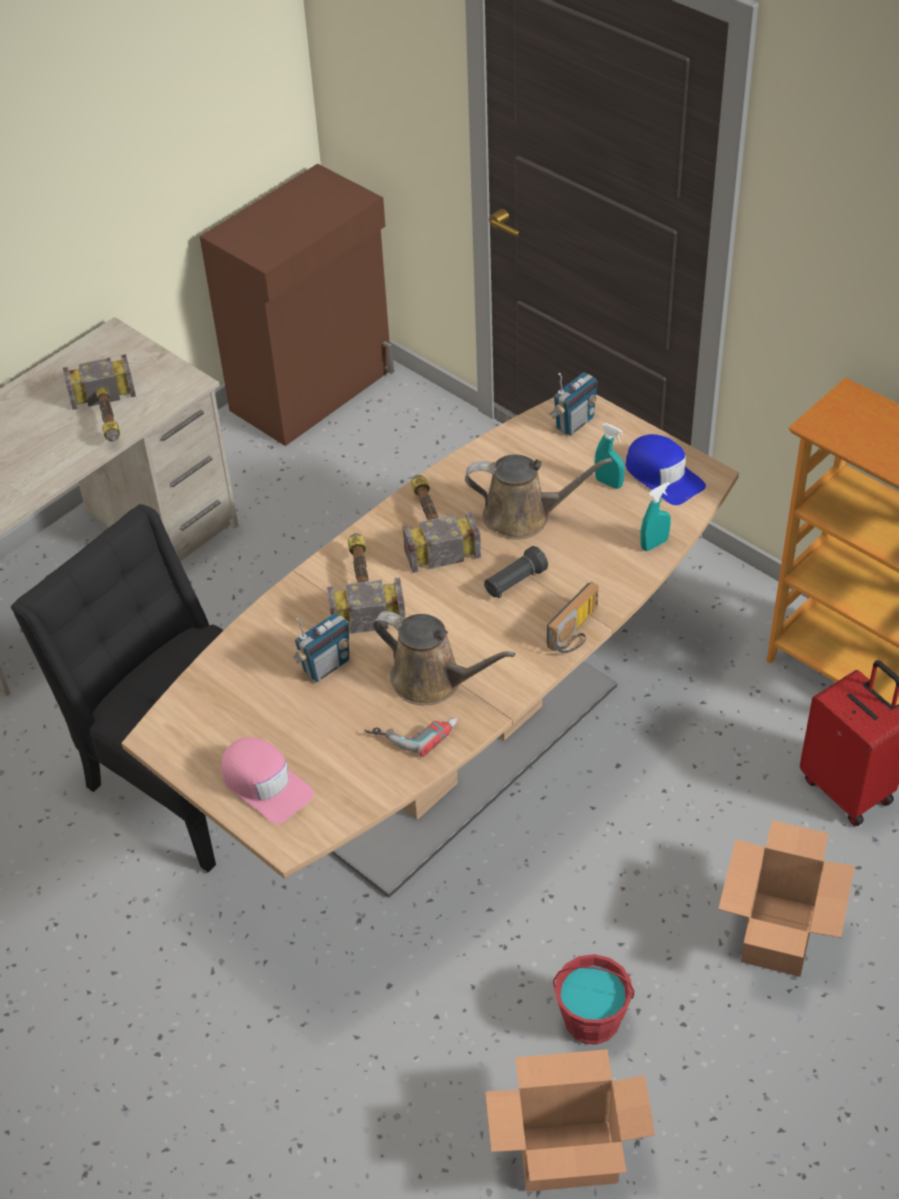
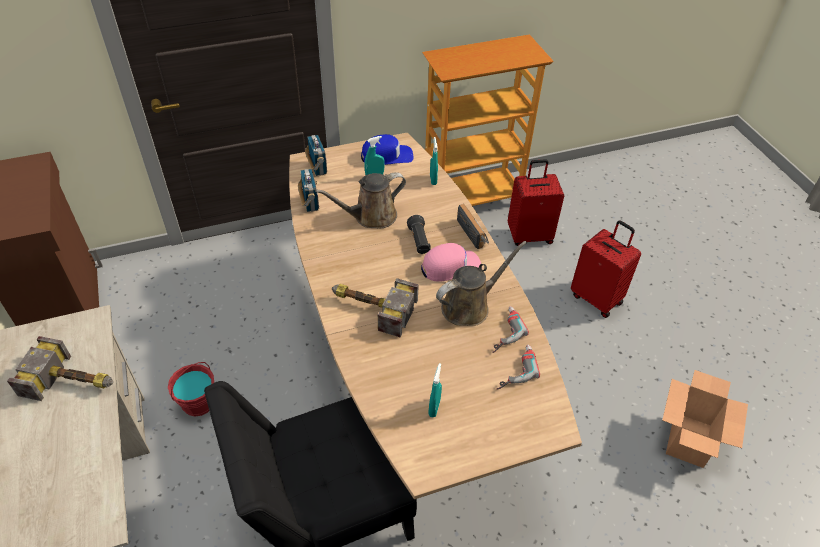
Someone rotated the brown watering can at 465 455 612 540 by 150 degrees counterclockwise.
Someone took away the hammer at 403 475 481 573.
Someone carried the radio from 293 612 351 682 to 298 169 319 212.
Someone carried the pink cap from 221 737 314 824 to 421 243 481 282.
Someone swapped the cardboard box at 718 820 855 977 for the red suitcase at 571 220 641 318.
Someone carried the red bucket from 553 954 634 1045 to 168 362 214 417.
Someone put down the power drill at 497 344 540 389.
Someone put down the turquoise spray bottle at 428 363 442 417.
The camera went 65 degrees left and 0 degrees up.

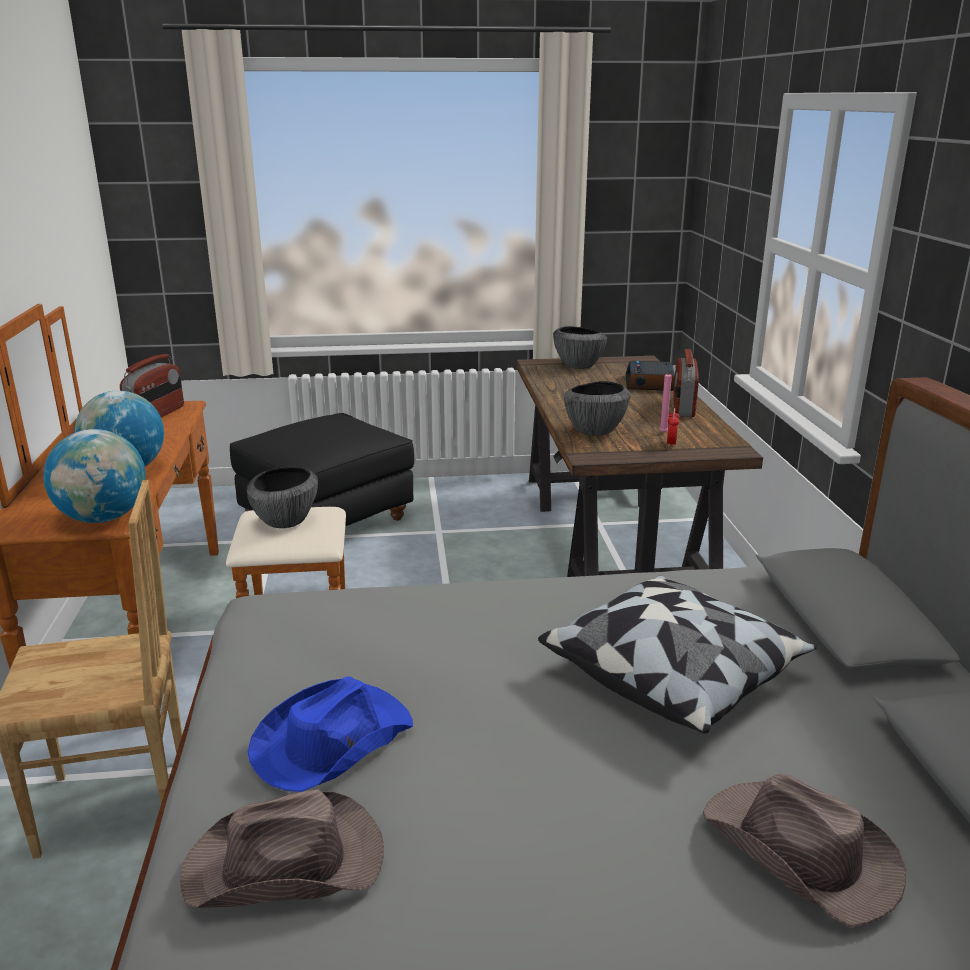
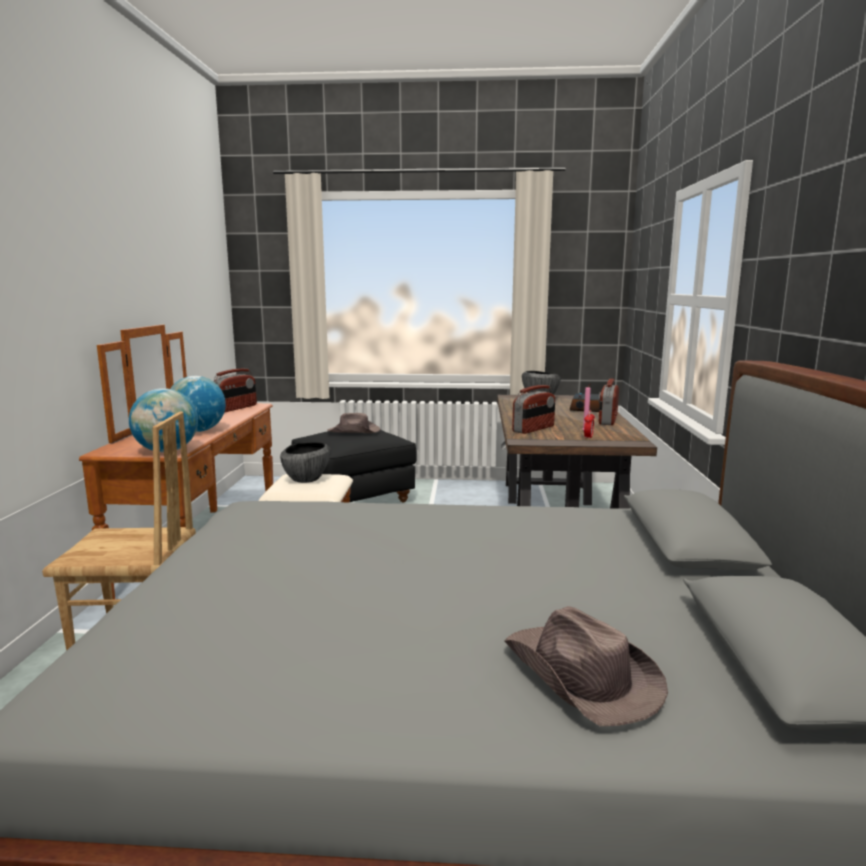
Someone swapped the bowl at 564 381 631 436 for the radio at 512 385 555 434.
Someone took away the pillow at 538 576 817 734.
Someone took away the blue hat at 248 676 413 792.
Someone carried the brown hat from 180 790 384 908 to 327 413 381 433.
The camera went 10 degrees right and 10 degrees down.

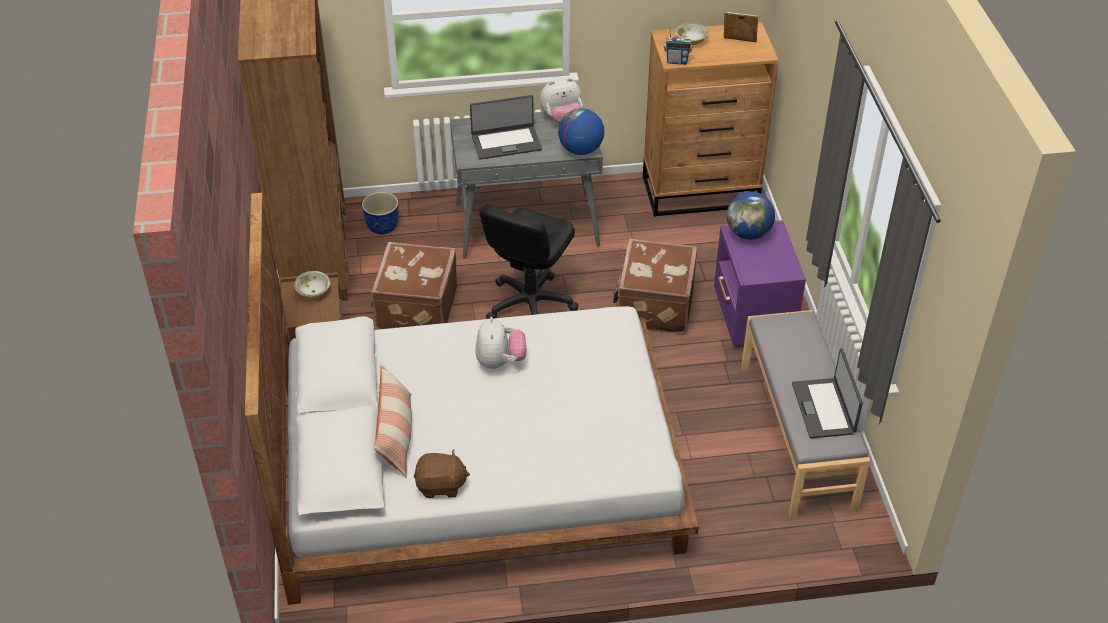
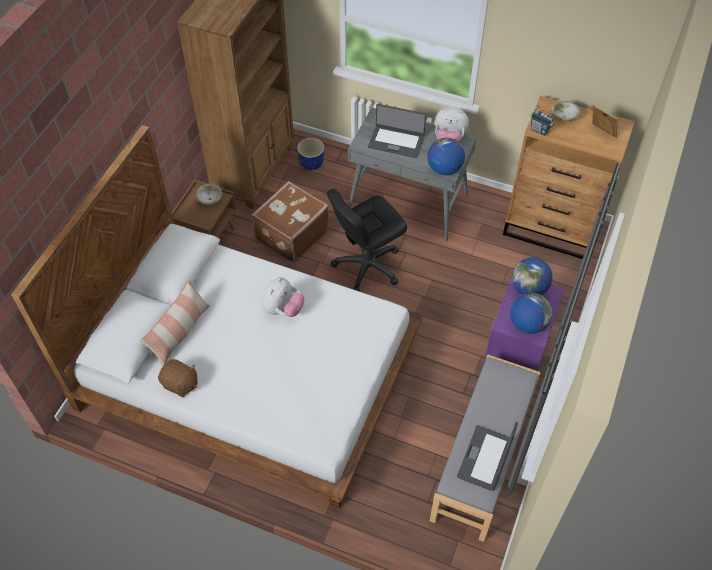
Someone took away the brown suitcase at 613 239 697 334.
Someone put down the globe at 510 293 552 334.
The camera went 30 degrees right and 10 degrees up.

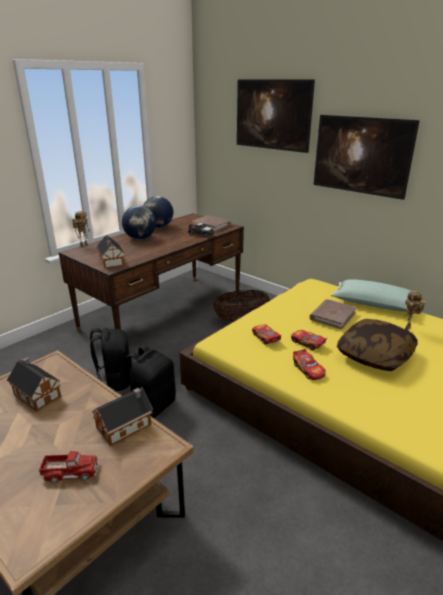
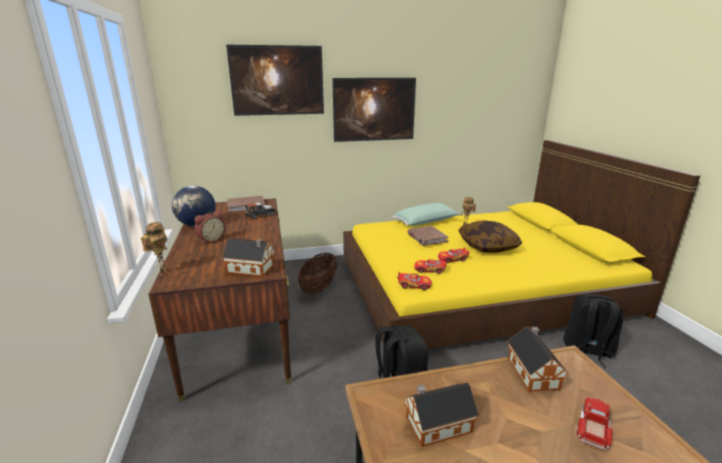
Someone swapped the globe at 122 205 156 240 for the alarm clock at 195 210 226 244.
Someone carried the black backpack from 90 328 130 392 to 563 293 623 368.
Someone carried the toy car from 293 349 326 380 to 397 272 432 290.
The camera went 55 degrees left and 5 degrees down.

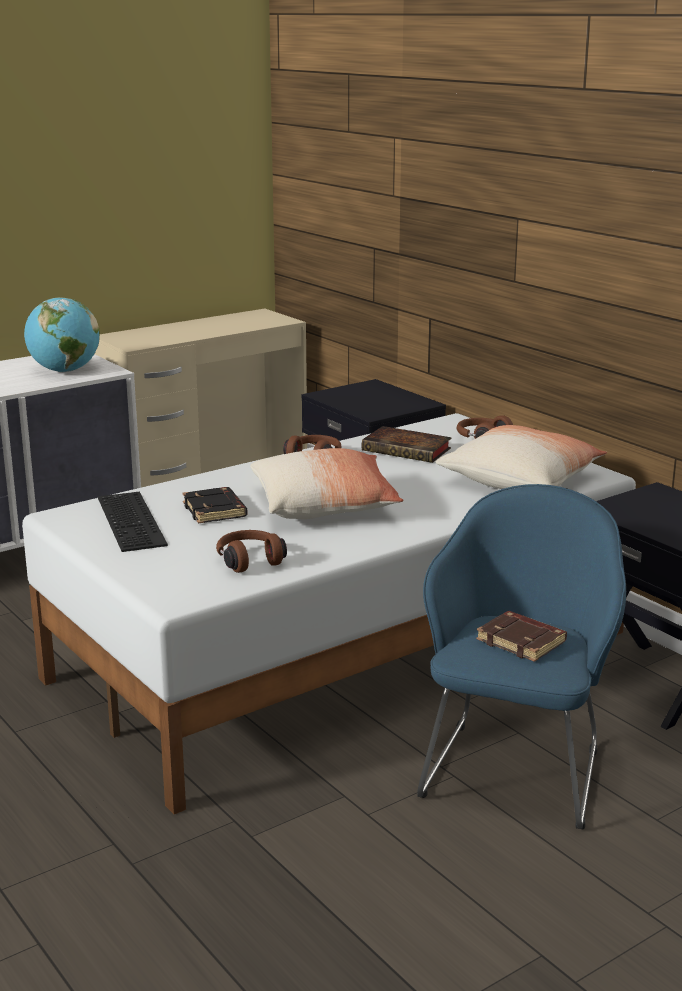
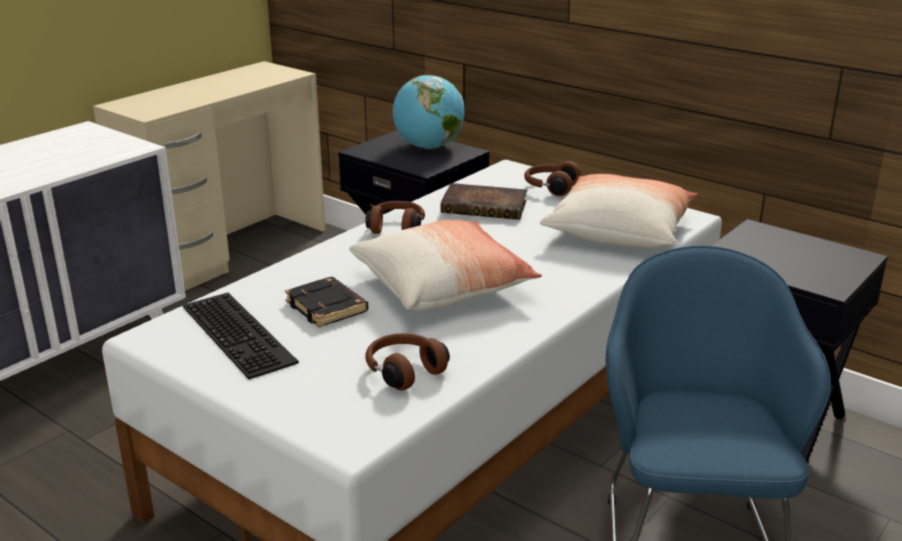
Someone carried the globe from 24 297 100 372 to 393 75 465 149.
Someone took away the brown book at 476 611 567 662.
The camera went 15 degrees left and 5 degrees up.

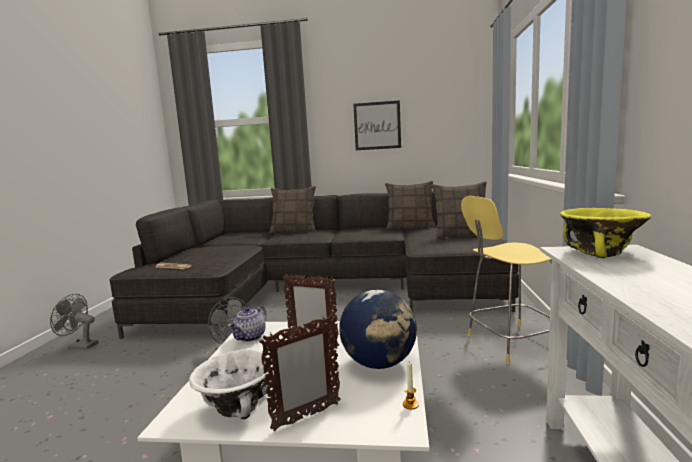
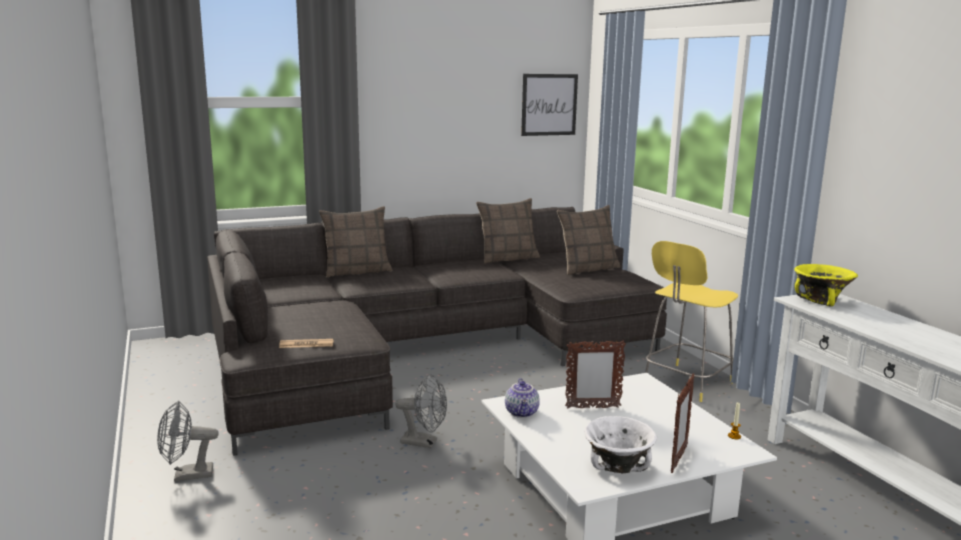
Someone carried the picture from 353 100 401 150 to 521 74 578 136.
Someone took away the globe at 339 290 417 369.
The camera went 30 degrees left and 5 degrees up.

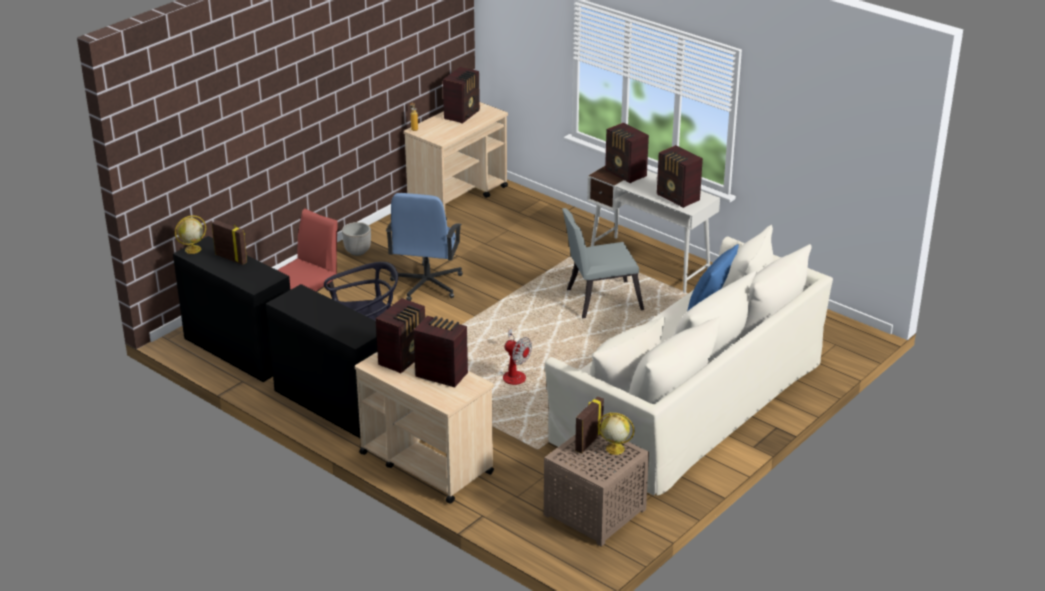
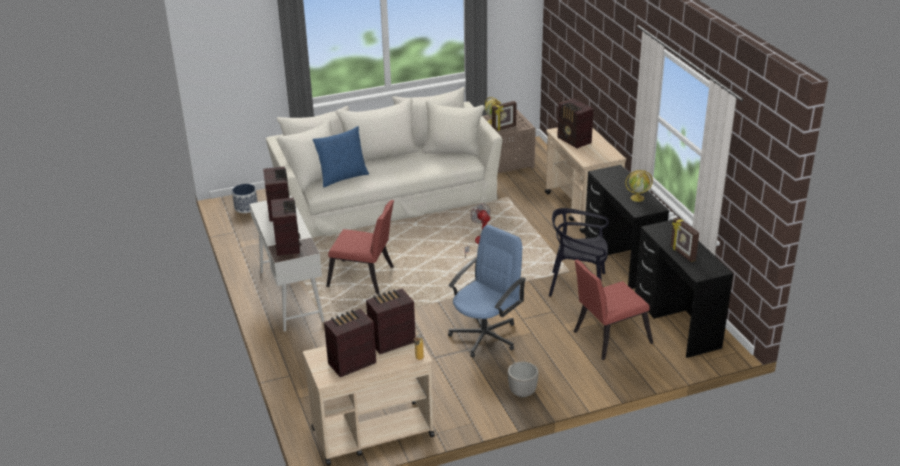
Someone repainted the grey chair at 562 208 644 318, which became the red chair at 326 200 394 294.
Someone carried the globe from 175 215 206 254 to 625 170 653 202.
Someone carried the radio from 376 298 425 373 to 366 288 416 354.
Someone put down the planter at 232 184 257 213.
The camera went 150 degrees left and 0 degrees up.

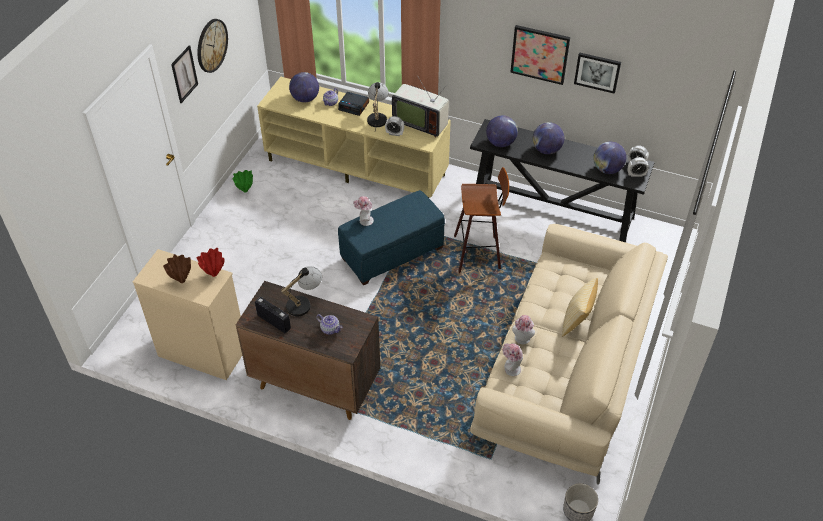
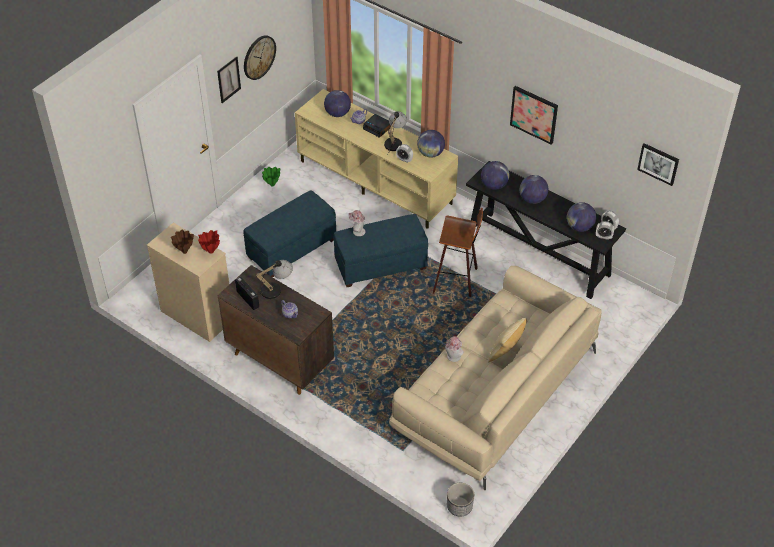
Someone carried the picture from 574 52 621 94 to 637 143 679 186.
Someone swapped the television at 392 75 449 137 for the globe at 417 130 445 158.
Someone took away the hat at 502 343 523 376.
Someone put down the blue ottoman at 244 191 336 277.
The camera went 15 degrees right and 0 degrees up.

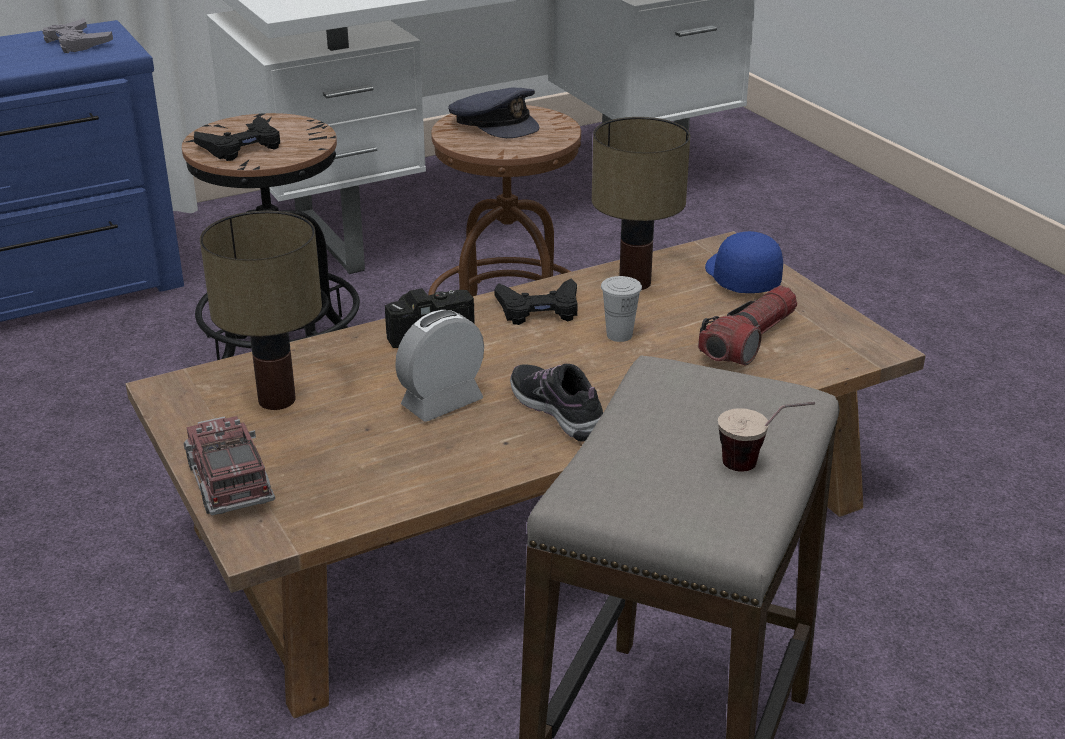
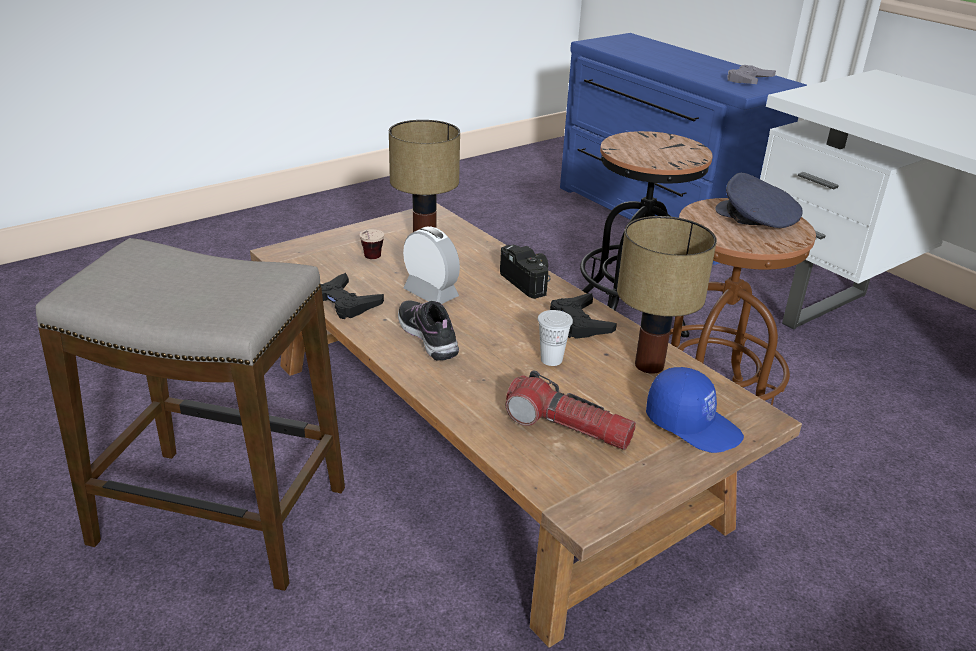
Someone rotated the grey cap at 448 88 539 138 by 105 degrees clockwise.
Someone carried the black game controller from 194 116 280 161 to 321 273 384 319.
Someone rotated the blue cap at 705 231 783 293 by 60 degrees clockwise.
Someone rotated the shoe at 510 364 603 442 by 75 degrees counterclockwise.
Someone carried the cup from 718 402 815 472 to 360 229 384 259.
Someone took away the toy truck at 183 416 275 515.
The camera went 80 degrees right and 0 degrees up.

